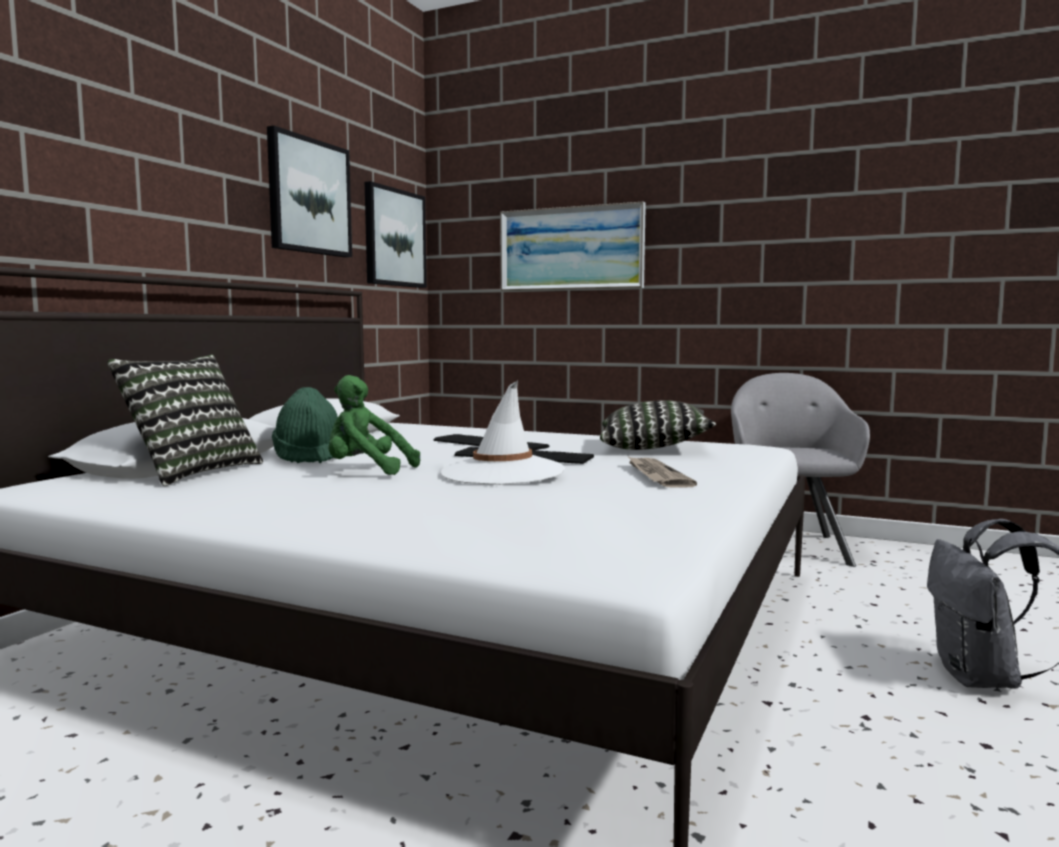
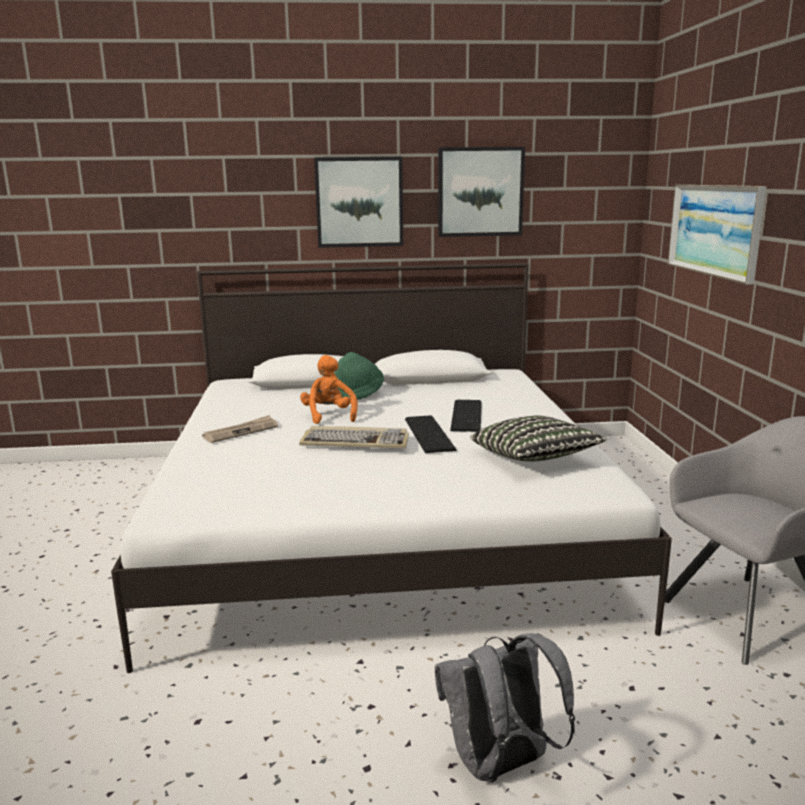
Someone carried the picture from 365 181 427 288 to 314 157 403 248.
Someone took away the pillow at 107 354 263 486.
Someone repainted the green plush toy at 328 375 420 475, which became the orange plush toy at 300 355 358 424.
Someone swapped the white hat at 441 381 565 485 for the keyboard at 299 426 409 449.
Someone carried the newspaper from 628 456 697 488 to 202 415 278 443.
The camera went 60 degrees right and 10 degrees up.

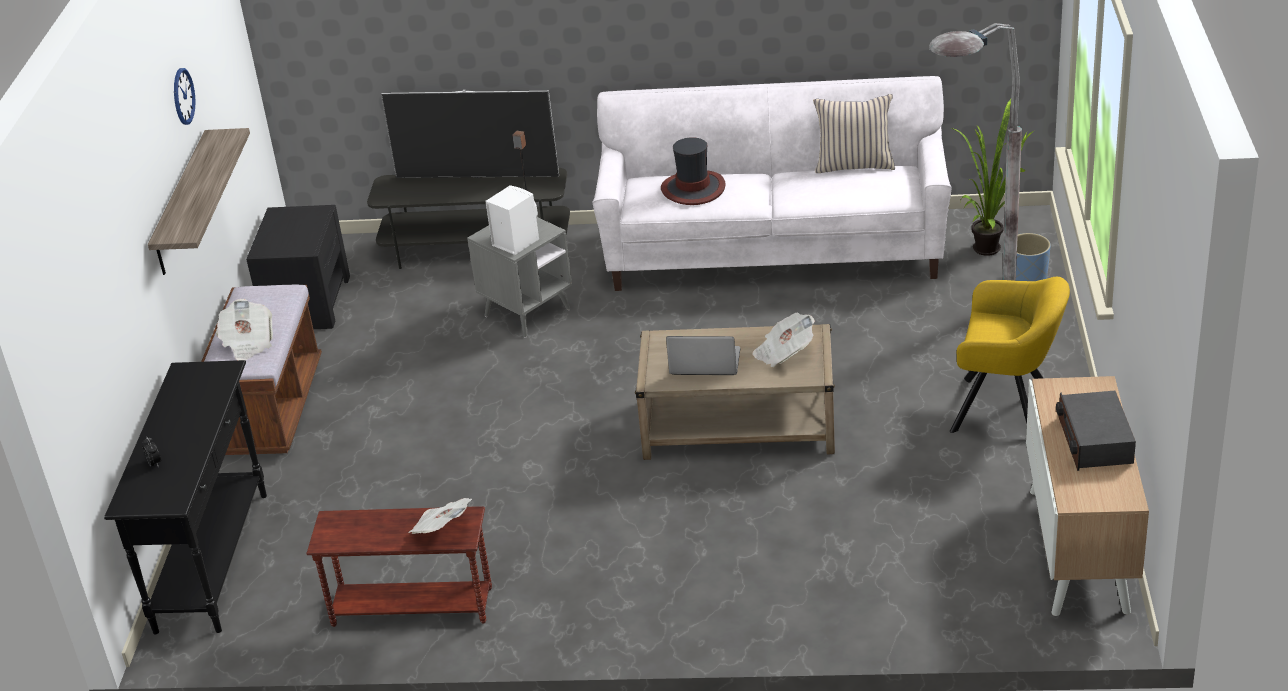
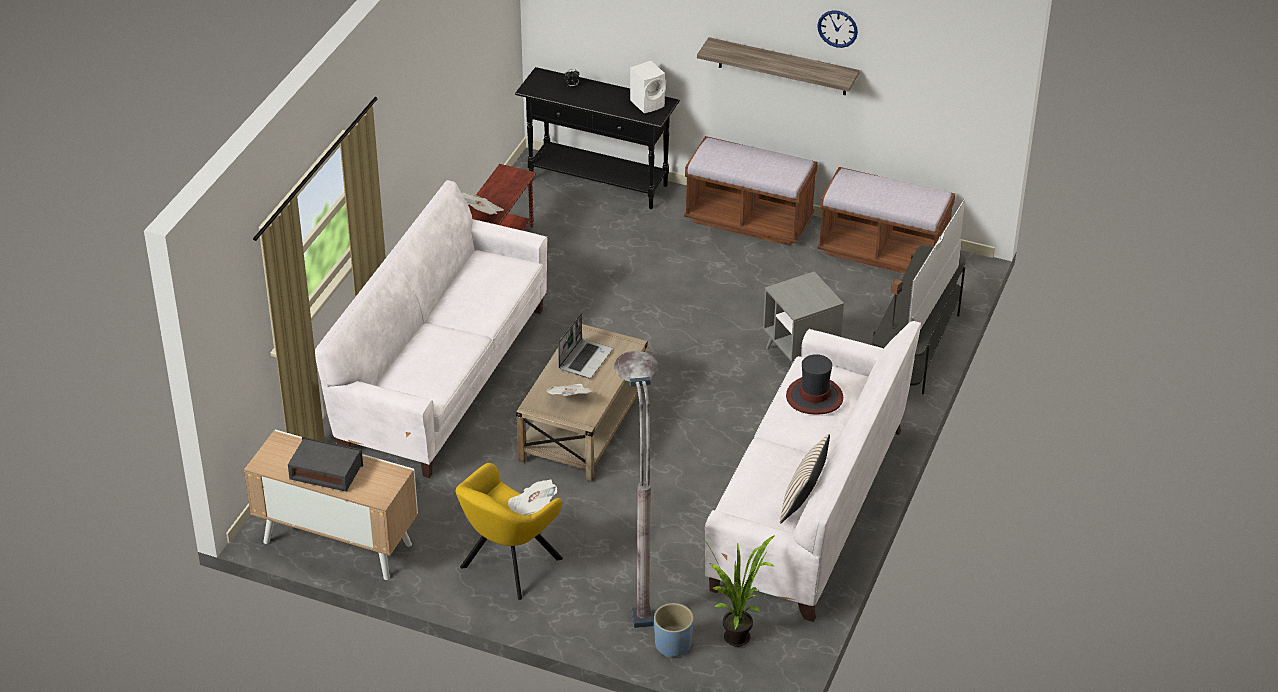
Someone carried the white speaker from 485 185 539 255 to 630 61 666 113.
Someone swapped the black nightstand at 246 205 350 329 for the brown bench at 817 167 955 274.
Someone carried the newspaper from 216 299 273 360 to 508 480 557 515.
Someone put down the white sofa at 315 180 547 478.
The camera went 105 degrees right and 5 degrees up.

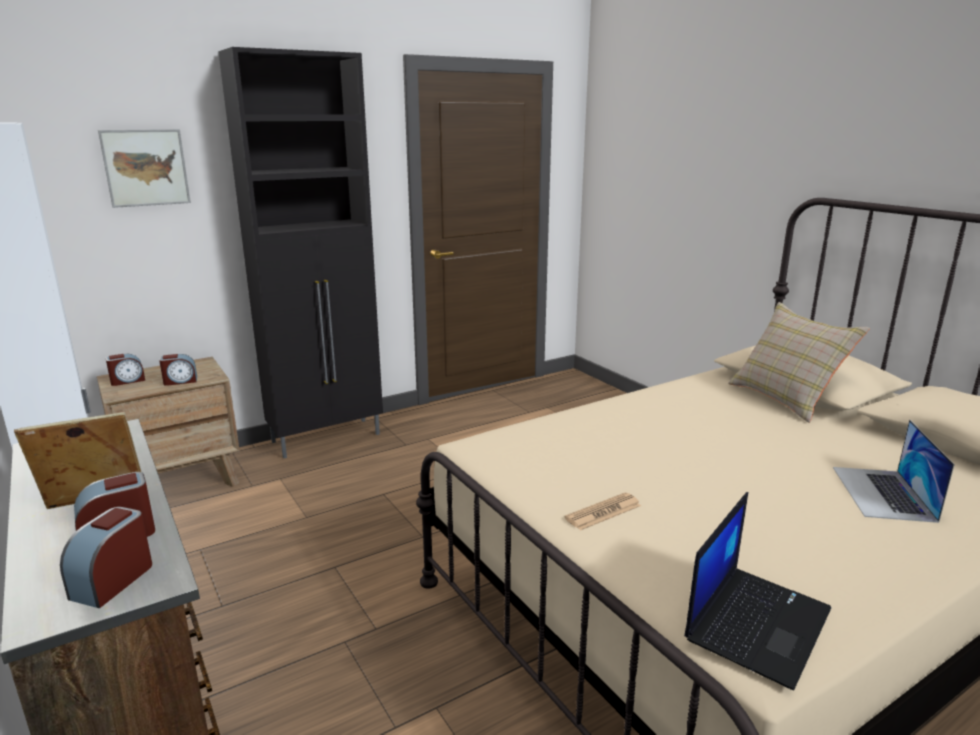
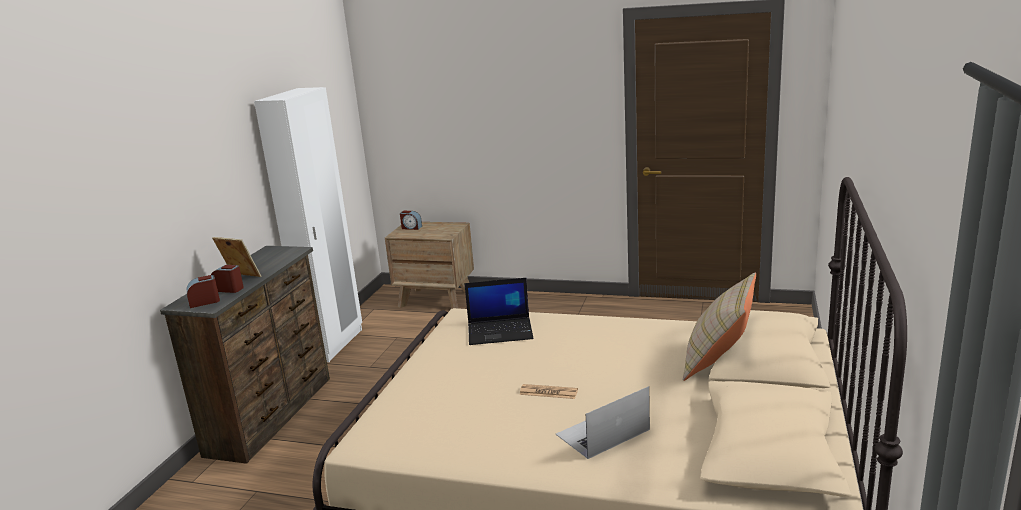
Someone took away the black cabinet at 218 47 383 458.
Someone took away the picture at 98 129 191 208.
Someone took away the alarm clock at 159 354 197 386.
Someone carried the laptop from 684 492 831 691 to 464 278 534 345.
Someone carried the newspaper from 565 493 641 531 to 520 384 578 399.
The camera went 50 degrees right and 0 degrees up.

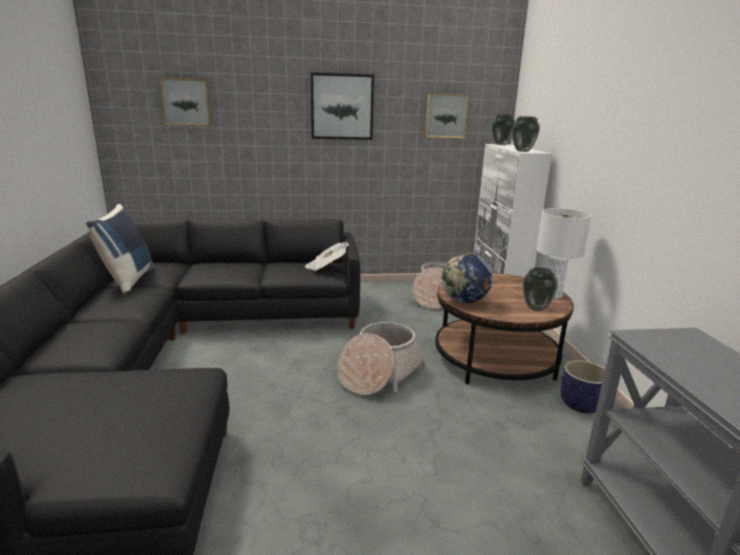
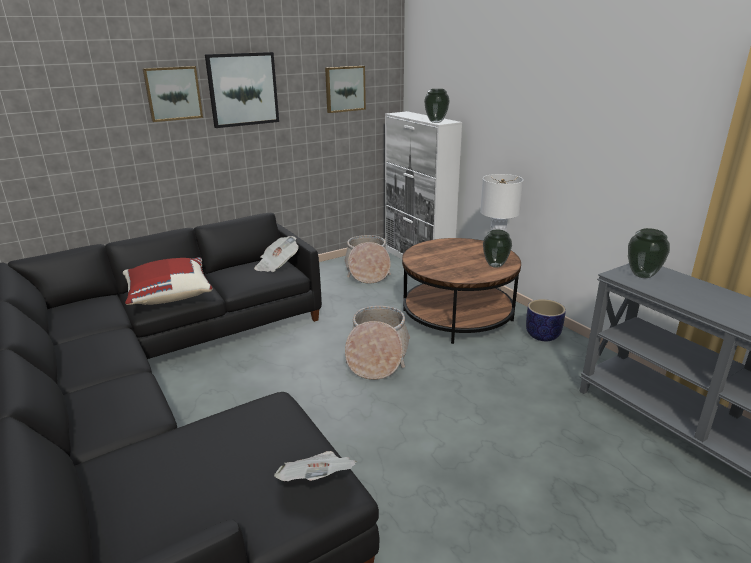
Someone carried the picture from 160 78 211 126 to 143 66 203 122.
Someone carried the vase from 492 114 515 145 to 628 228 670 278.
Someone took away the blue pillow at 86 204 155 294.
Someone took away the globe at 442 253 493 303.
Someone put down the red pillow at 123 257 213 305.
Someone put down the newspaper at 274 451 357 481.
The camera went 25 degrees left and 5 degrees up.

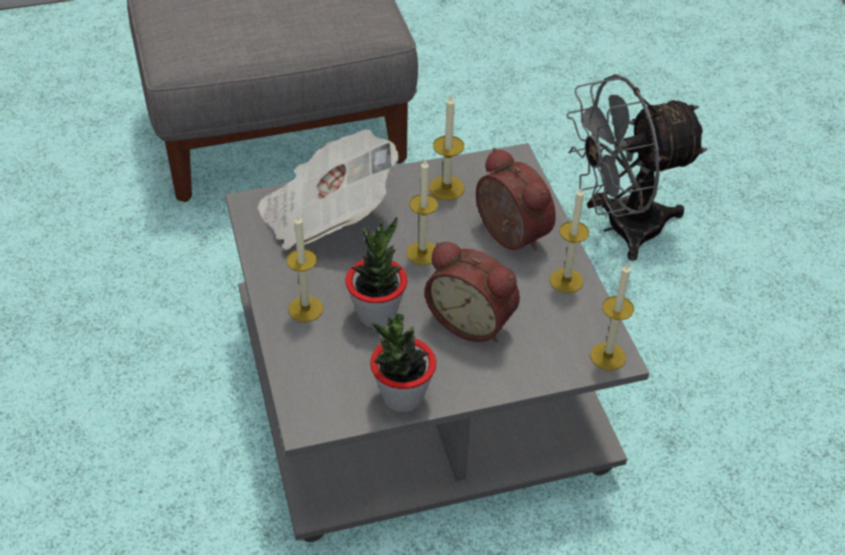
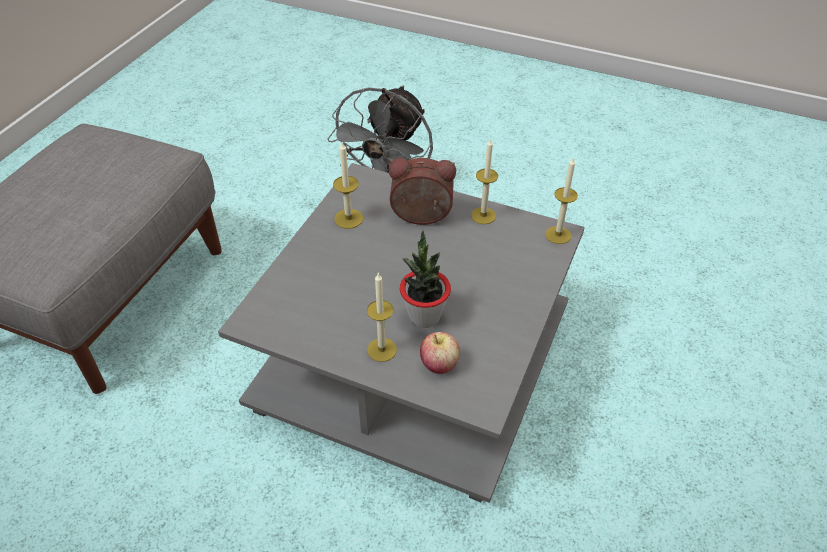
Someone took away the newspaper at 257 130 399 250.
Someone took away the candle at 406 160 438 265.
Someone took away the alarm clock at 425 242 520 342.
Someone took away the potted plant at 370 314 436 412.
Someone put down the apple at 420 332 460 374.
The camera went 50 degrees left and 0 degrees up.

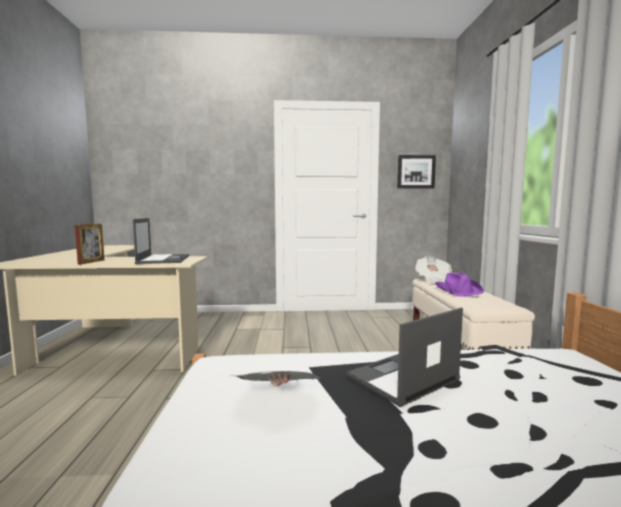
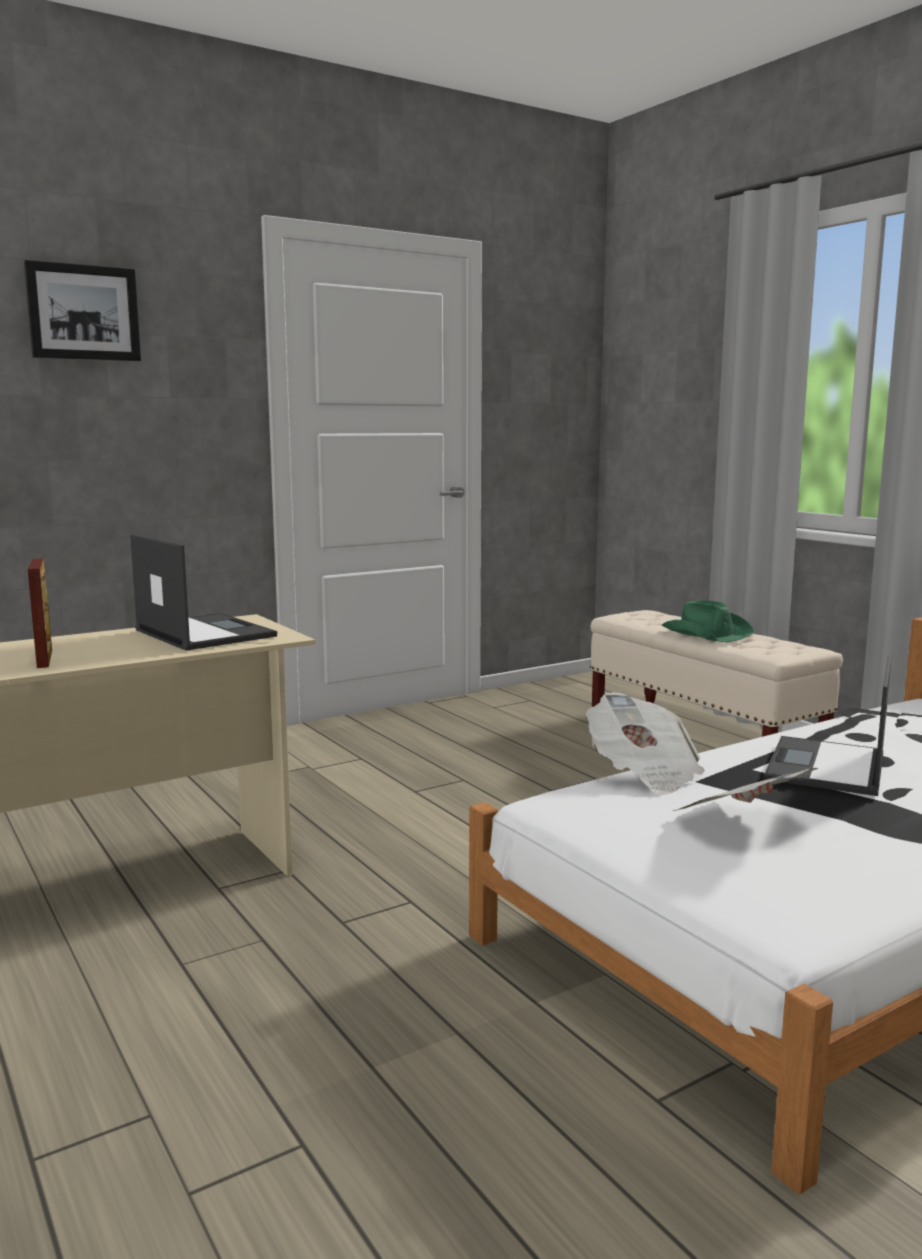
Someone carried the picture from 397 155 436 188 to 24 260 141 361.
Someone carried the newspaper from 415 256 452 284 to 586 692 705 795.
Someone repainted the purple hat at 435 273 484 297, which became the green hat at 661 600 754 643.
The camera went 30 degrees left and 5 degrees up.

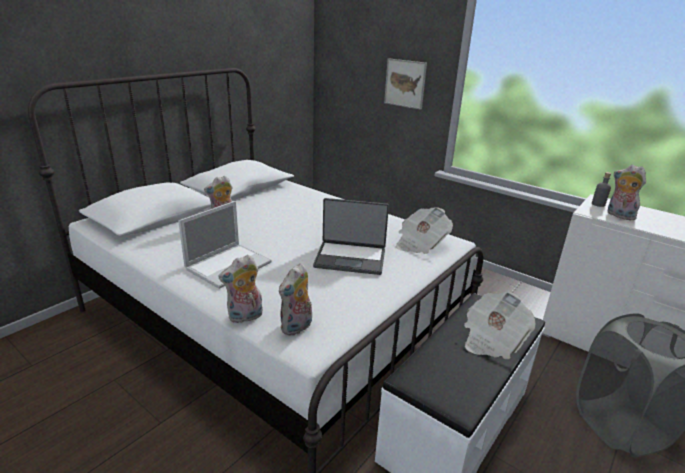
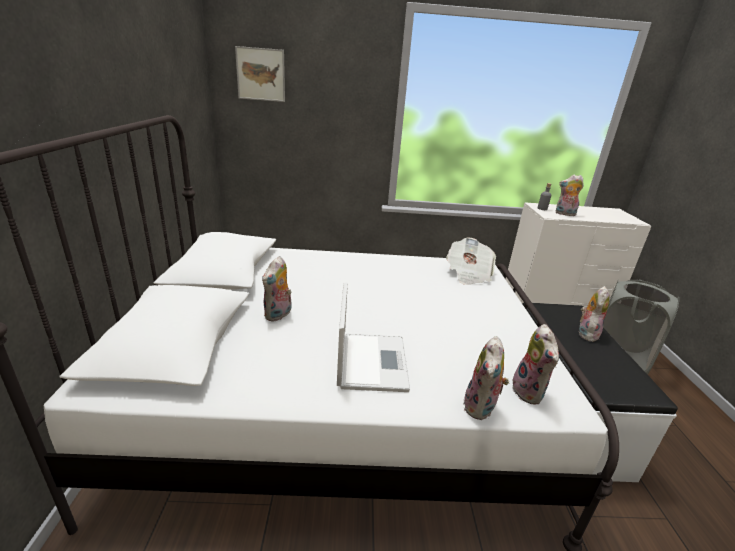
Someone carried the picture from 384 58 427 110 to 235 46 285 102.
Someone took away the laptop at 313 198 389 275.
Someone swapped the newspaper at 464 292 536 359 for the plush toy at 579 286 610 342.
The camera went 40 degrees left and 0 degrees up.

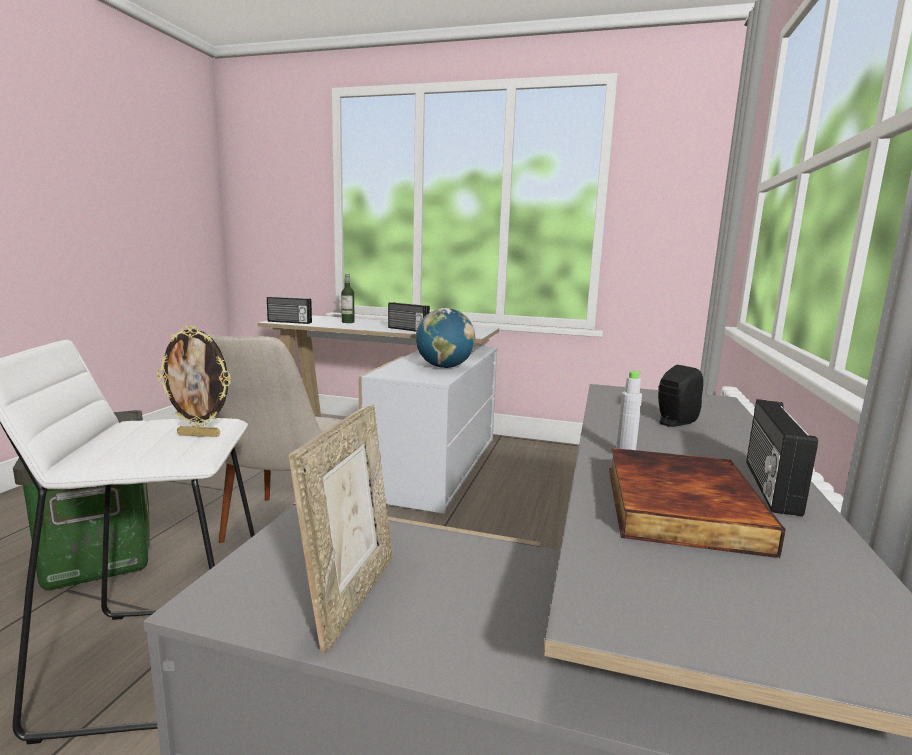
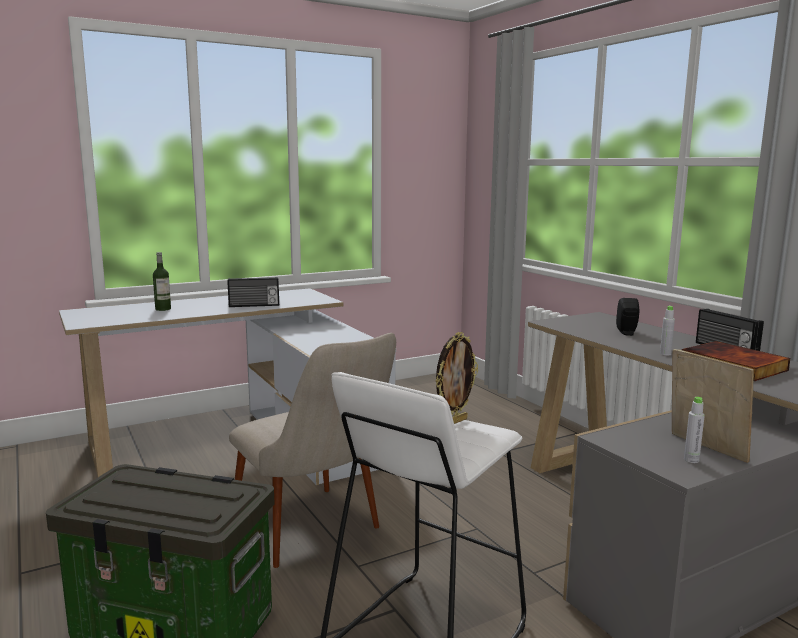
Someone took away the radio at 267 297 312 324.
Someone took away the globe at 416 308 475 368.
Someone put down the grey bottle at 684 397 705 463.
The camera went 45 degrees left and 0 degrees up.

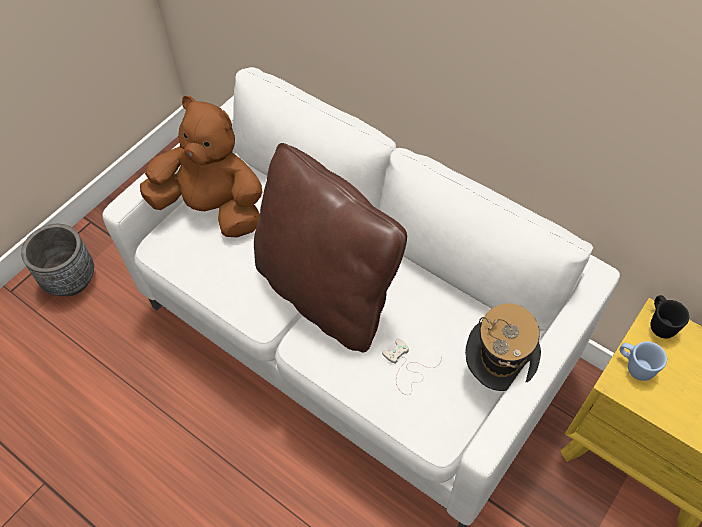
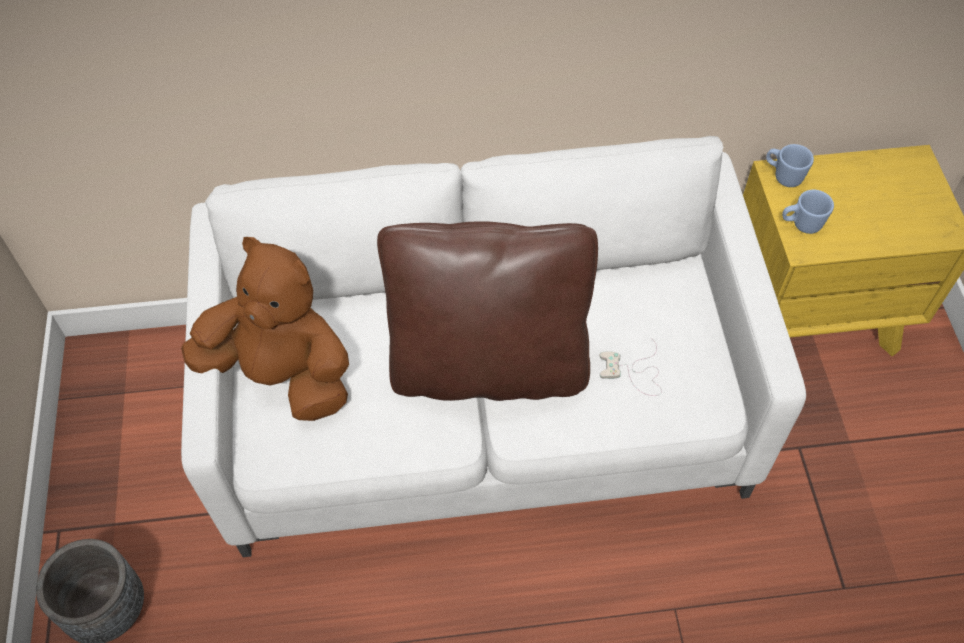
Someone rotated the brown plush toy at 140 96 263 237 by 45 degrees clockwise.
Someone repainted the black mug at 650 295 689 339, which became the blue mug at 766 144 814 187.
Someone took away the hat at 465 303 541 391.
The camera went 45 degrees left and 0 degrees up.

